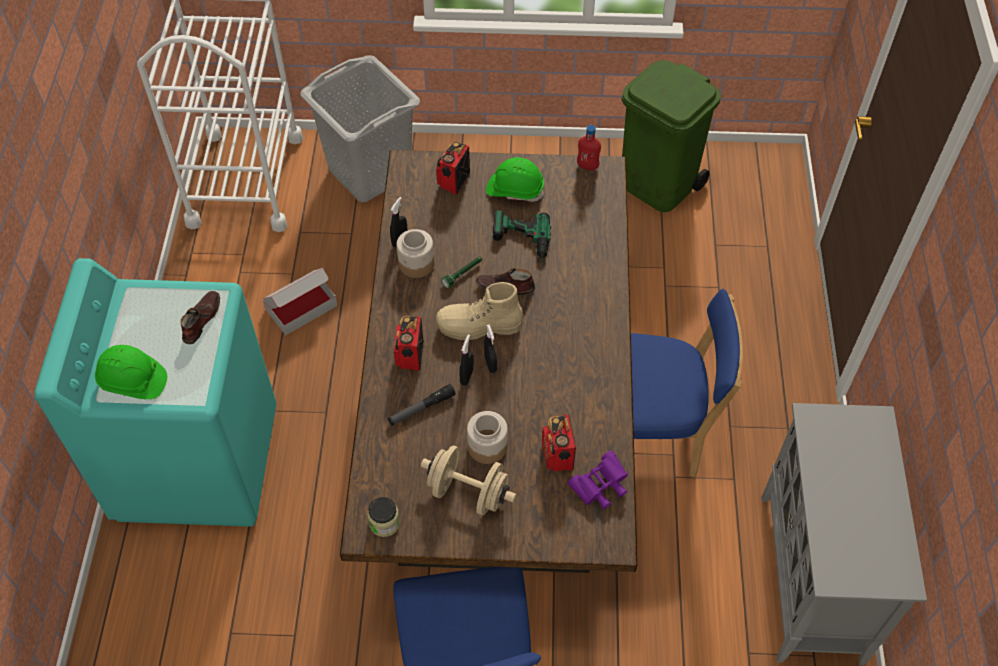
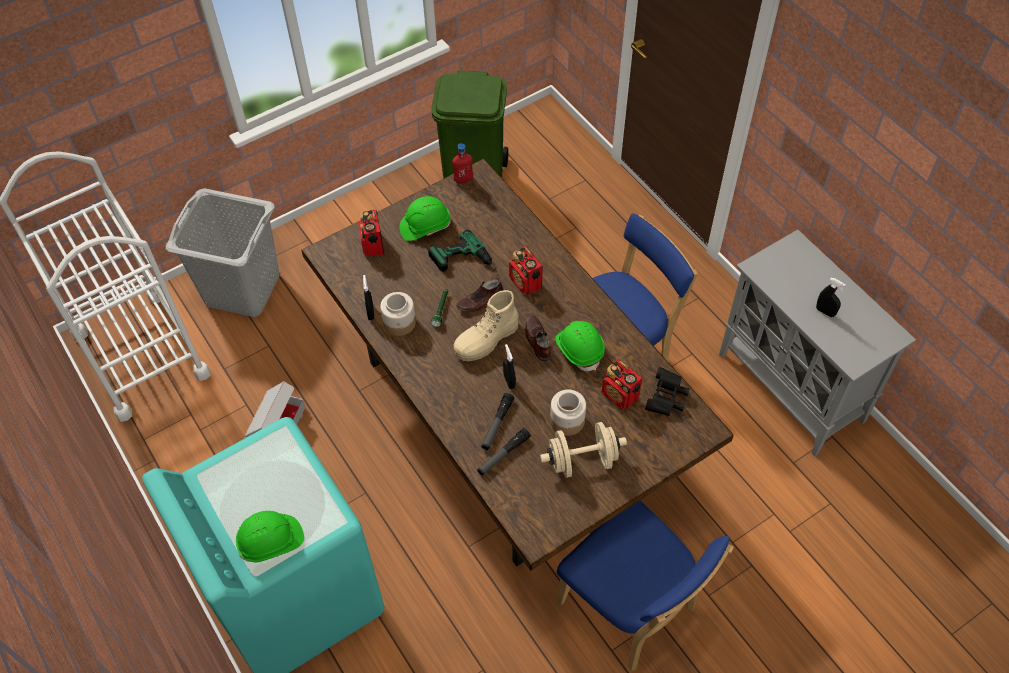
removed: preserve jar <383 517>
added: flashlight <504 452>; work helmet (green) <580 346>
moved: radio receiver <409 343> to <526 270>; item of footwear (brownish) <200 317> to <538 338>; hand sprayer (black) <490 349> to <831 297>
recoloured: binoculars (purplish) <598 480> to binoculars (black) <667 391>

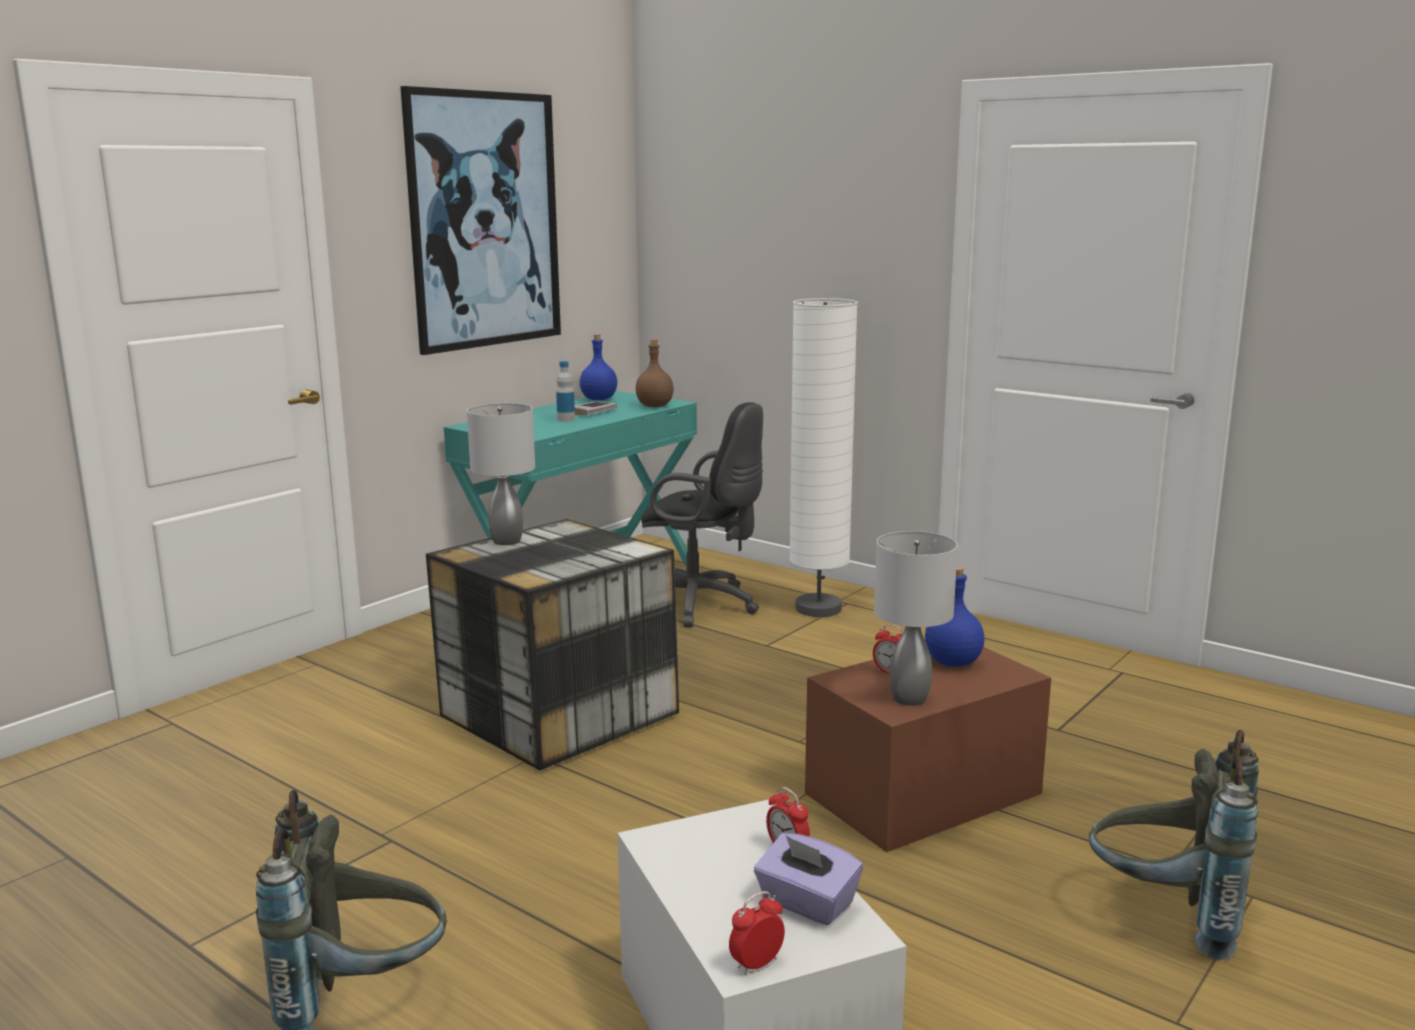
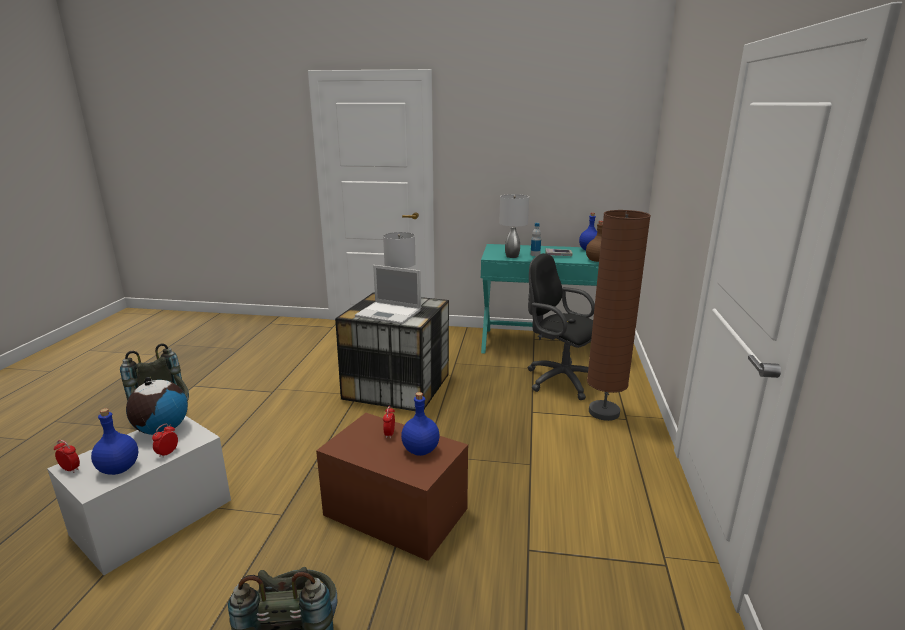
removed: wall picture <480 220>
added: globe <157 406>; laptop <388 294>
moved: table lamp (grey) <916 618> to <514 226>
replaced: tissue box (purplish) <808 879> to drink bottle (bluish) <114 441>
recoloured: floor lamp (white) <823 457> to floor lamp (brownish) <619 315>
turned: office chair (black) <702 514> = <561 326> 135 degrees clockwise

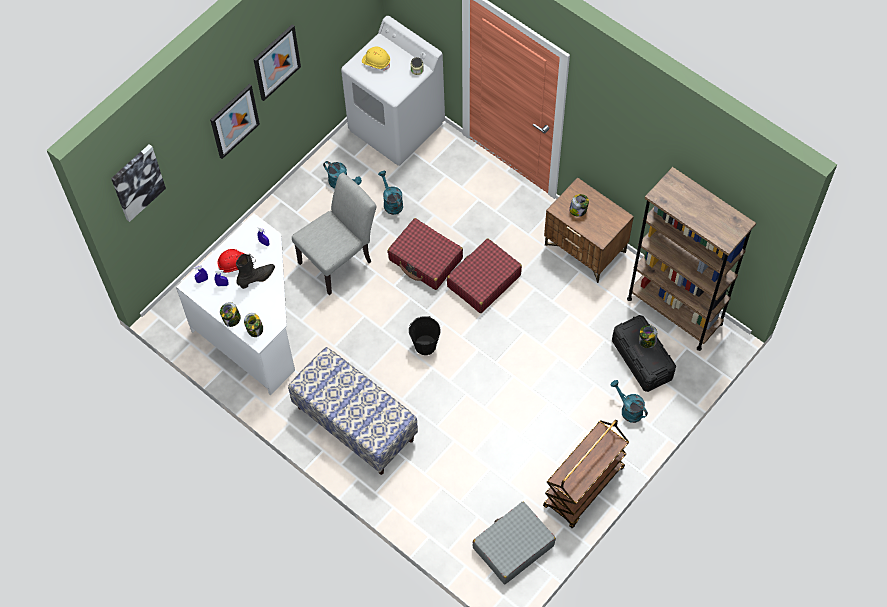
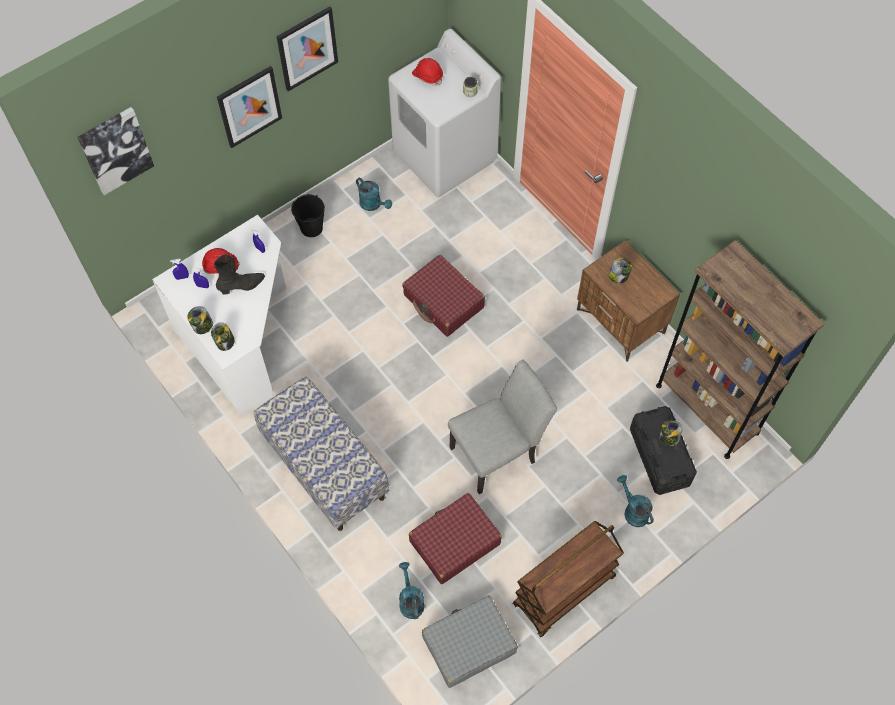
moved: pail (black) <425 335> to <308 215>; watering pot (turquoise-coloured) <390 193> to <411 590>; travel case (reddish) <484 275> to <455 538>; upright chair (grey) <334 234> to <502 426>
recoloured: work helmet (yellow-coloured) <376 58> to work helmet (reddish) <427 72>

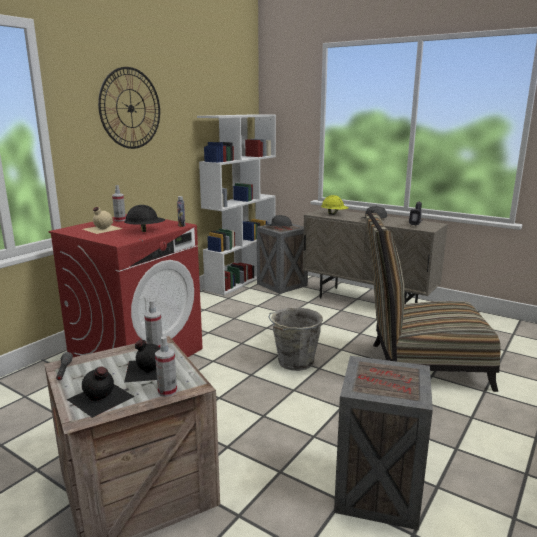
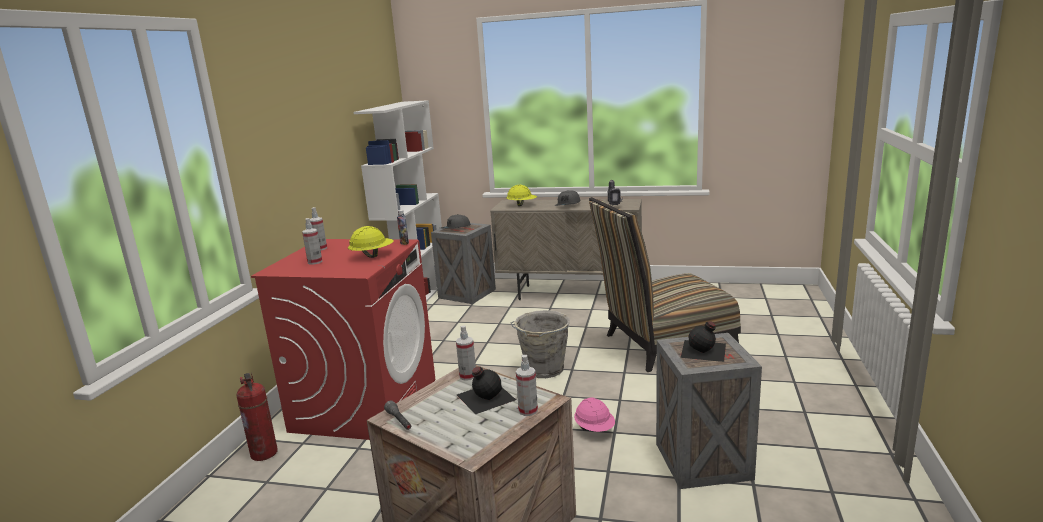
removed: wall clock <129 108>
added: fire-fighting cylinder <257 417>; work helmet (pink-coloured) <594 415>
moved: drink bottle (black) <101 392> to <703 341>
replaced: drink bottle (beige) <103 220> to hand sprayer <312 241>
recoloured: work helmet (black) <144 218> to work helmet (yellow-coloured) <370 242>

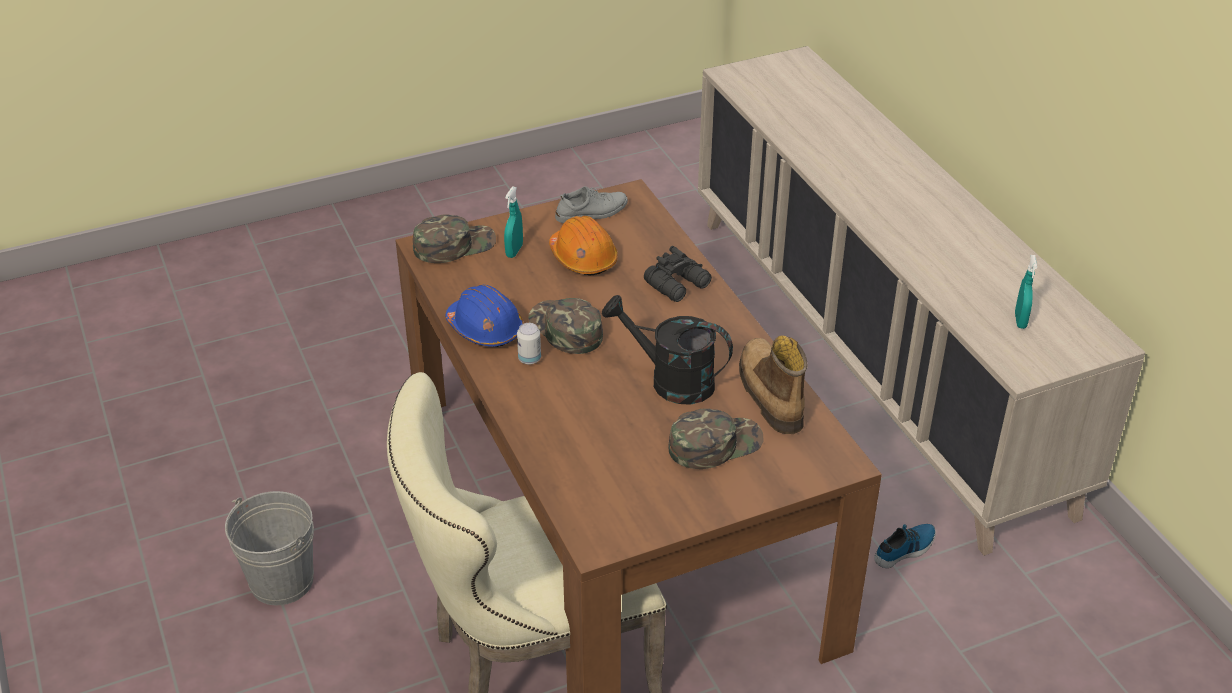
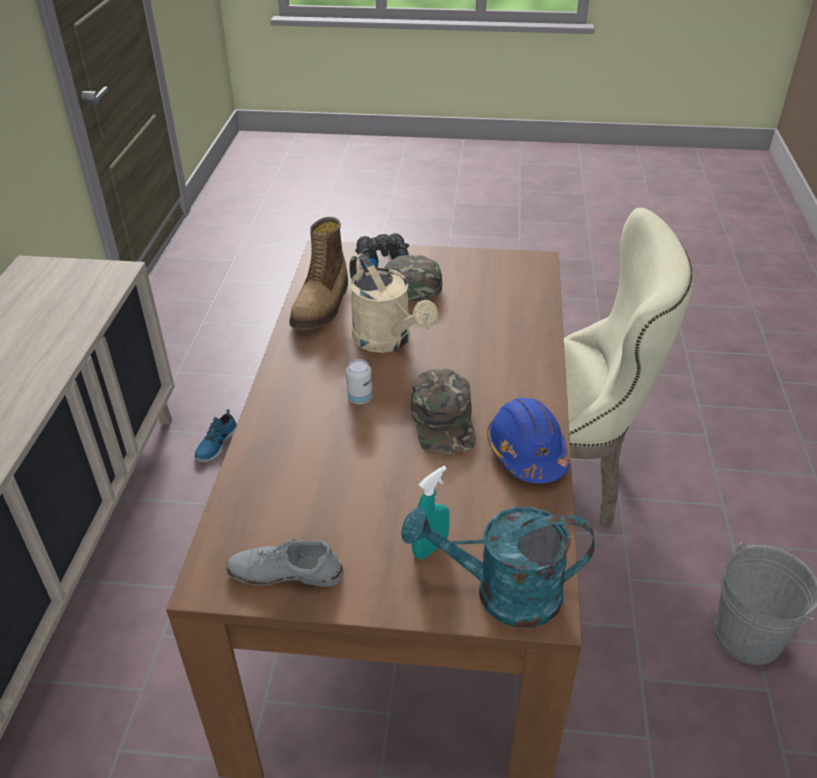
removed: work helmet (orangey) <583 245>; hand sprayer (turquoise-coloured) <1026 292>
moved: metal can <529 344> to <359 381>; binoculars (black) <678 274> to <382 251>
replaced: peaked cap (green) <454 239> to watering pot (turquoise-coloured) <498 567>
recoloured: watering pot (black) <667 350> to watering pot (beige) <393 303>
turned: item of footwear <905 546> = <215 435> 60 degrees counterclockwise

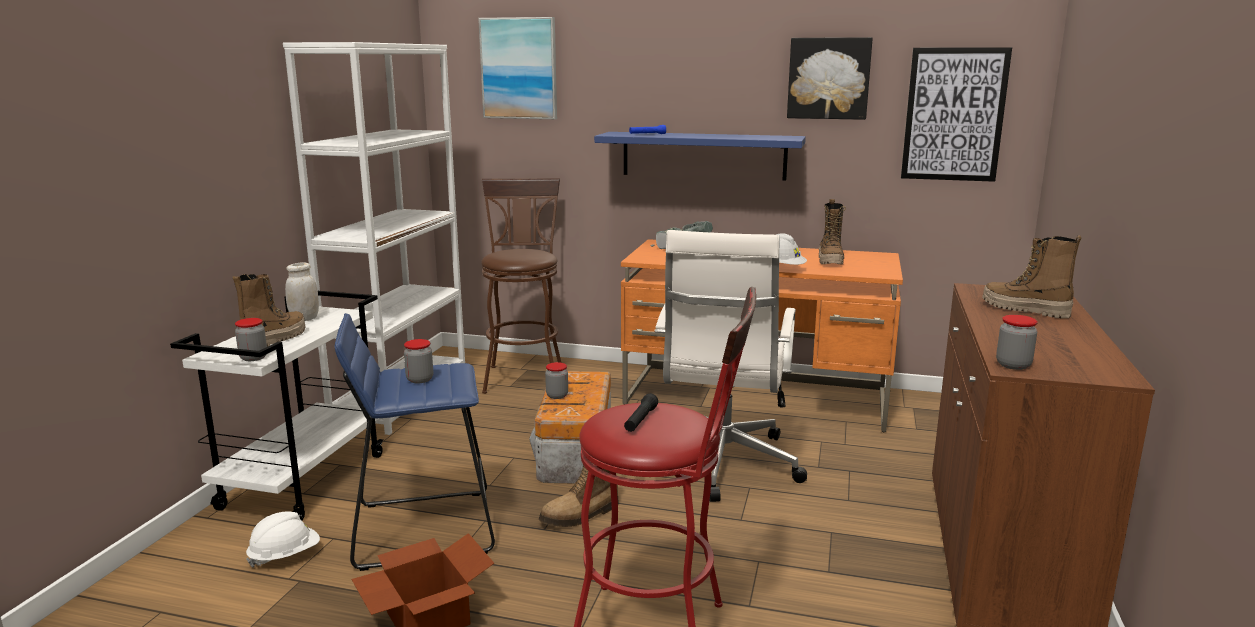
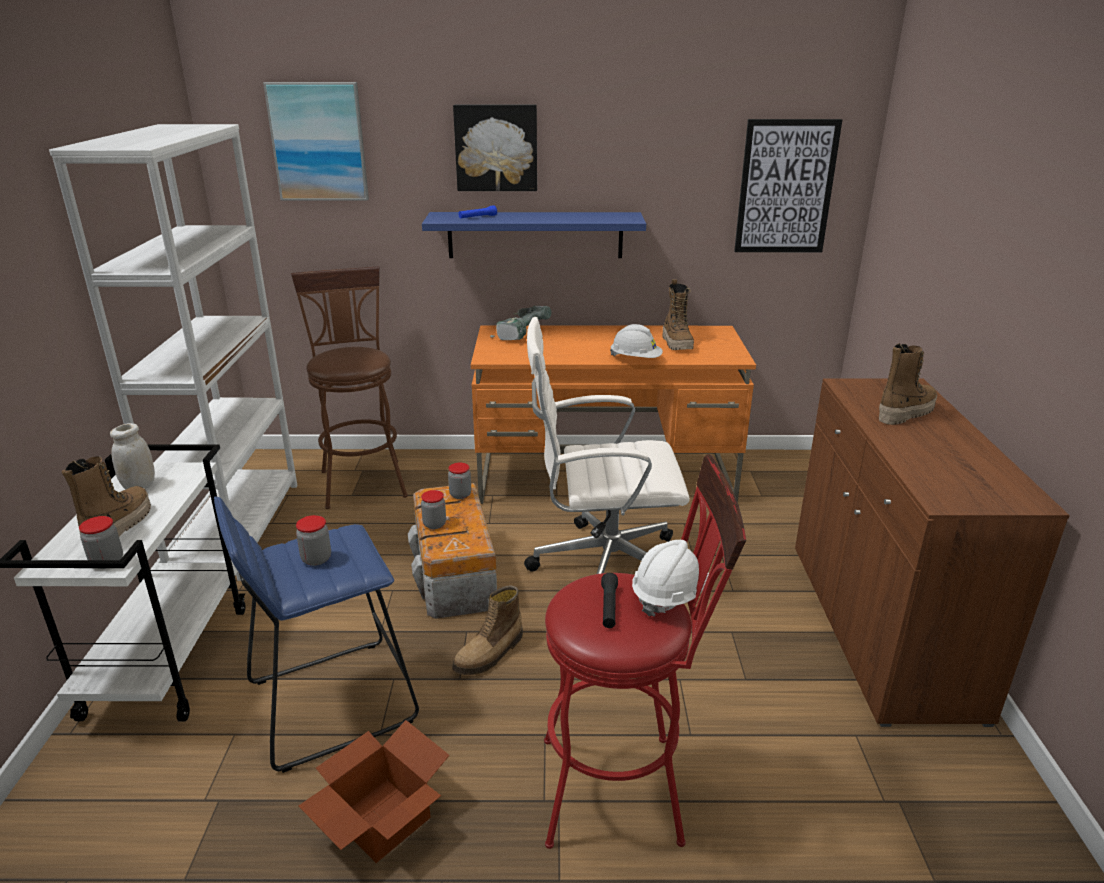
moved: preserve jar <1017 342> to <459 480>; wall picture <830 78> to <495 147>; work helmet (white) <283 539> to <670 578>
turned: office chair (white) <731 366> = <607 445> 90 degrees clockwise; boot <1031 276> = <908 384> 120 degrees clockwise

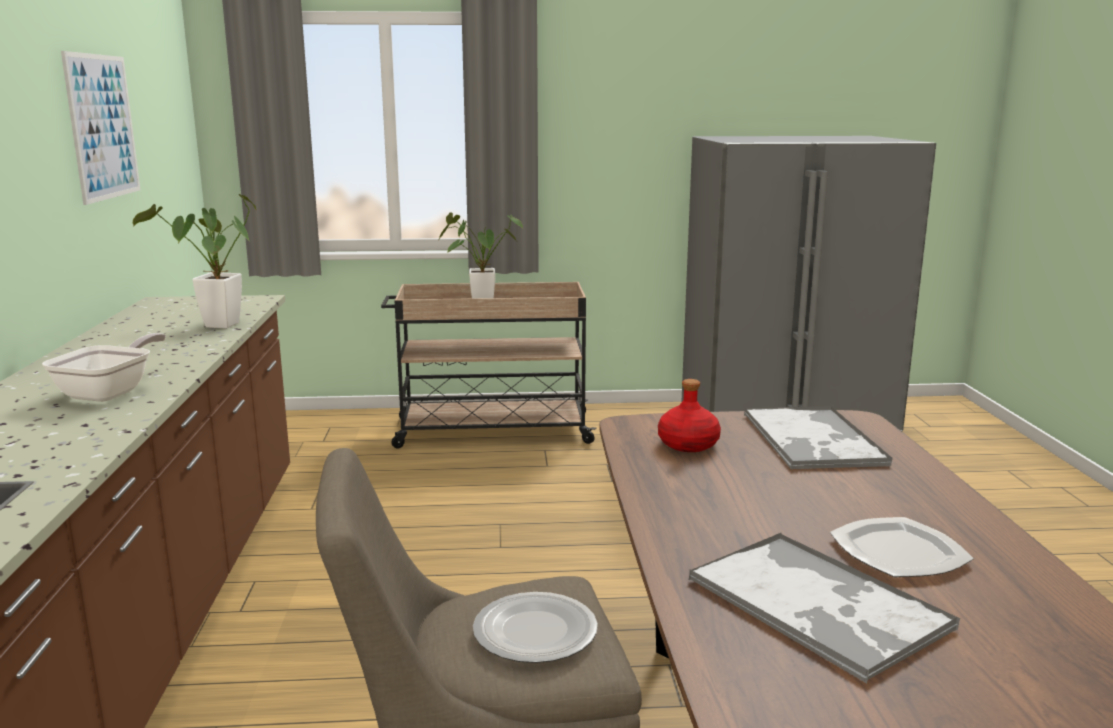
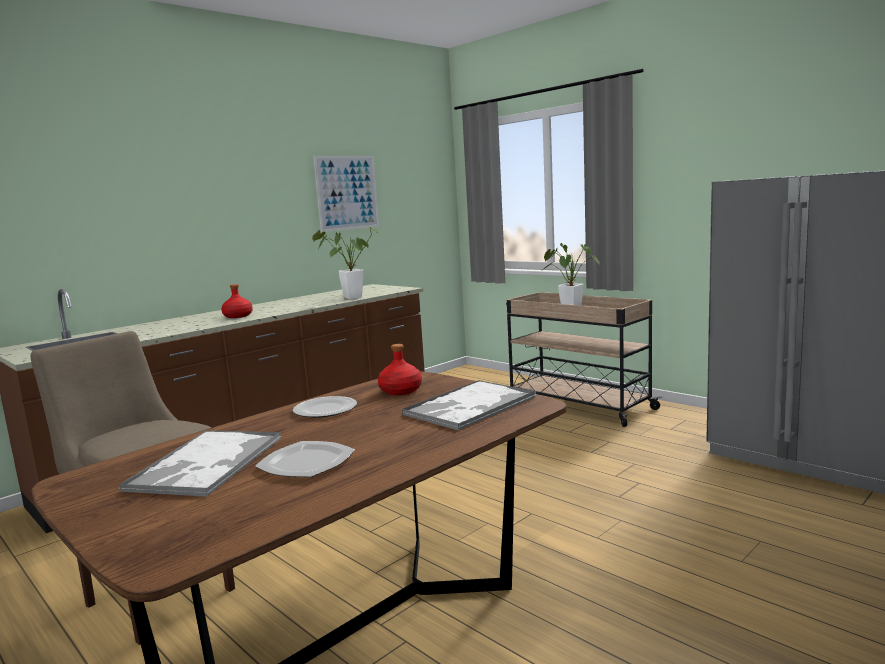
moved: plate <535 627> to <325 406>
replaced: pan <104 367> to drink bottle (reddish) <237 301>

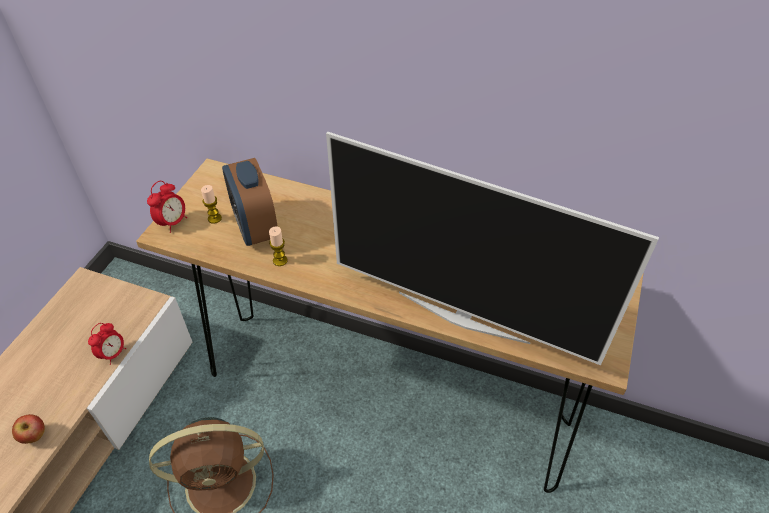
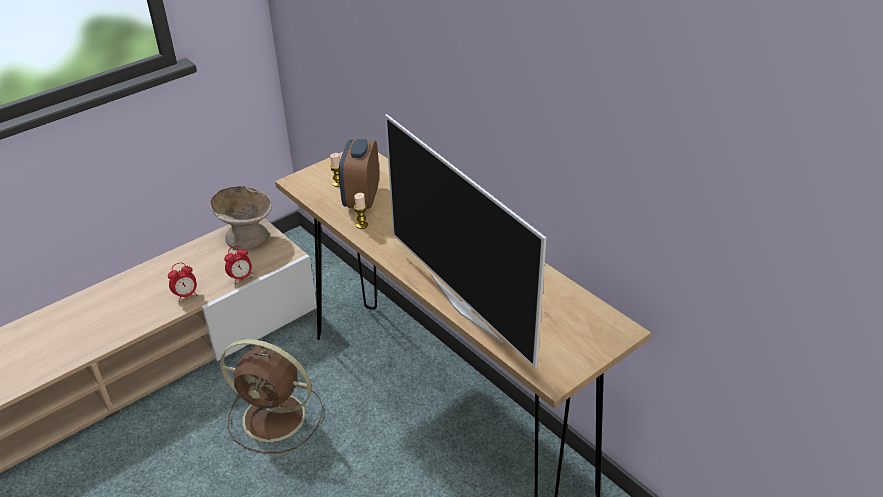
removed: apple fruit <28 429>
added: deep dish (beige) <241 218>
moved: alarm clock <167 207> to <182 282>

